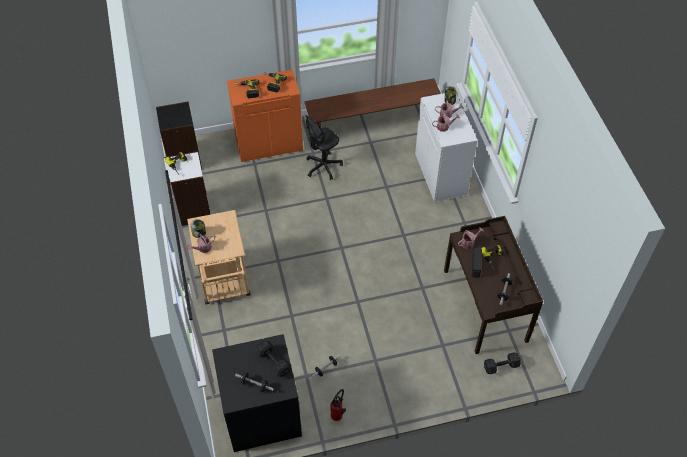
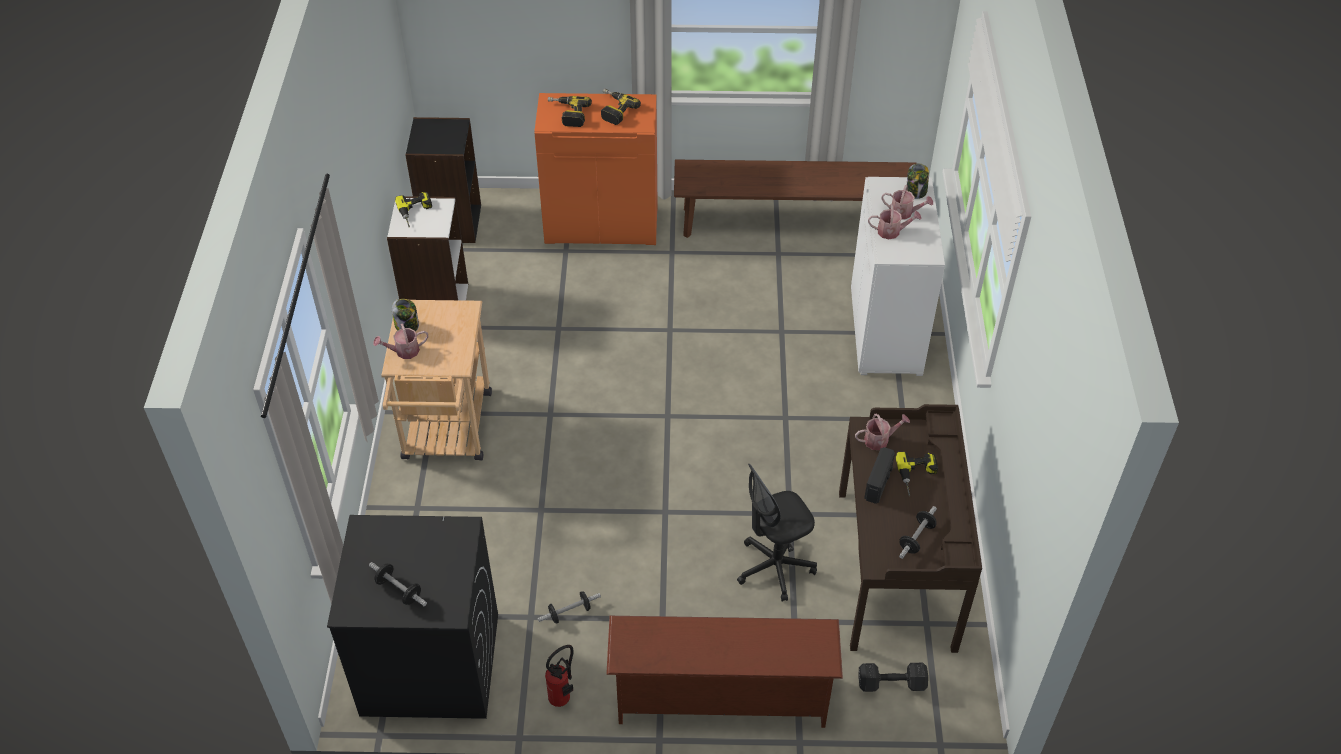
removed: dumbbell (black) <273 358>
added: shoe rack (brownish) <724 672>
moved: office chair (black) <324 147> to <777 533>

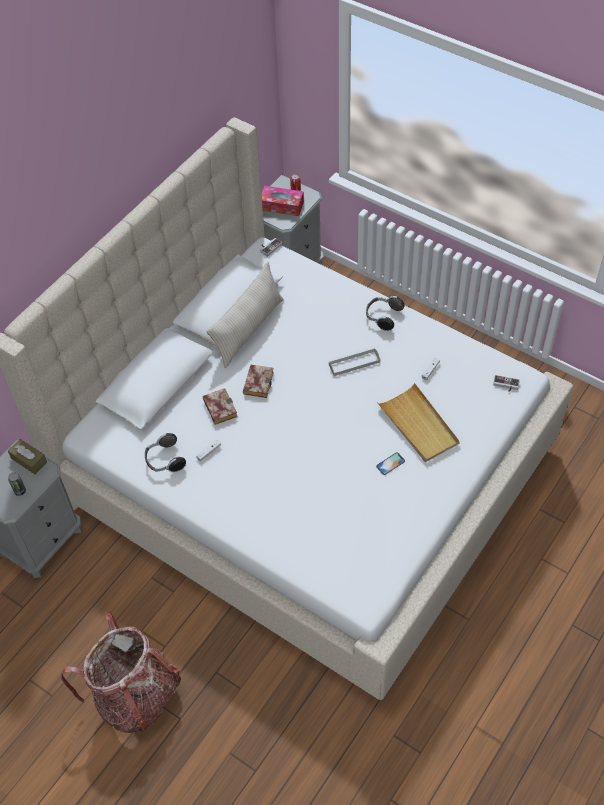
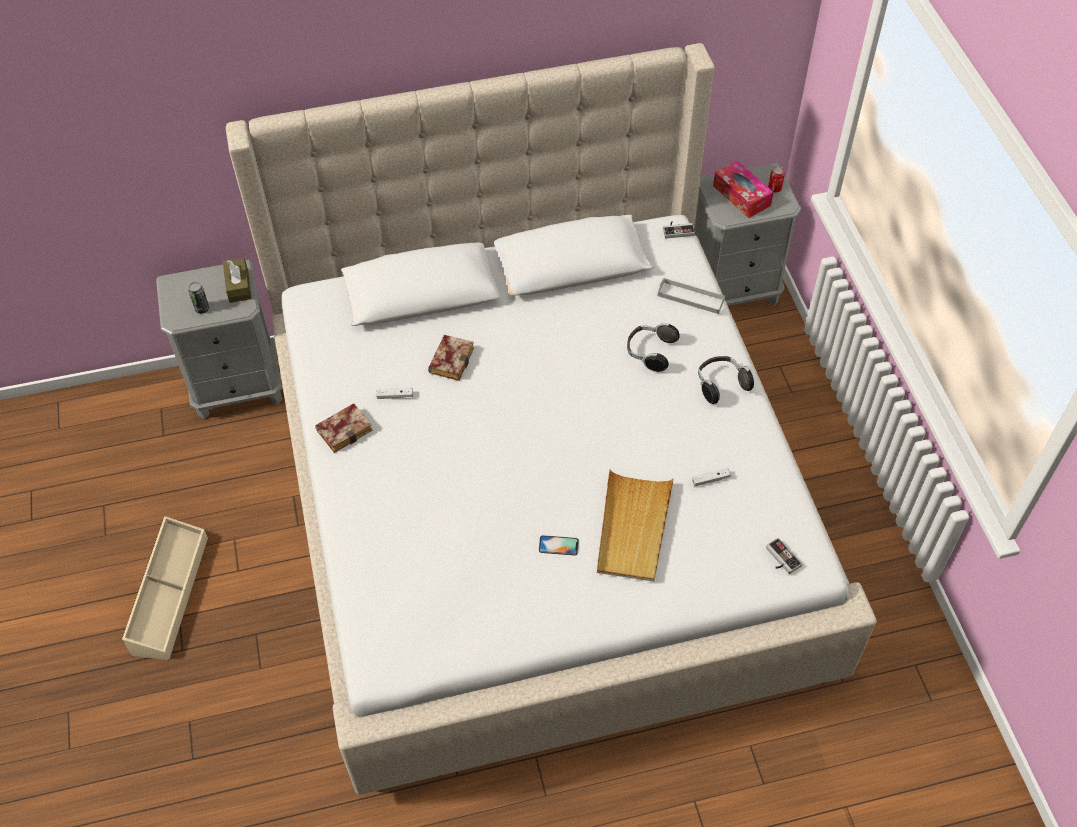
removed: pillow (beige) <245 314>
moved: book <258 381> to <344 428>; headphones <165 452> to <653 347>; carrying tray (grey) <354 362> to <691 296>
replaced: rucksack <121 672> to storage bin (beige) <165 588>

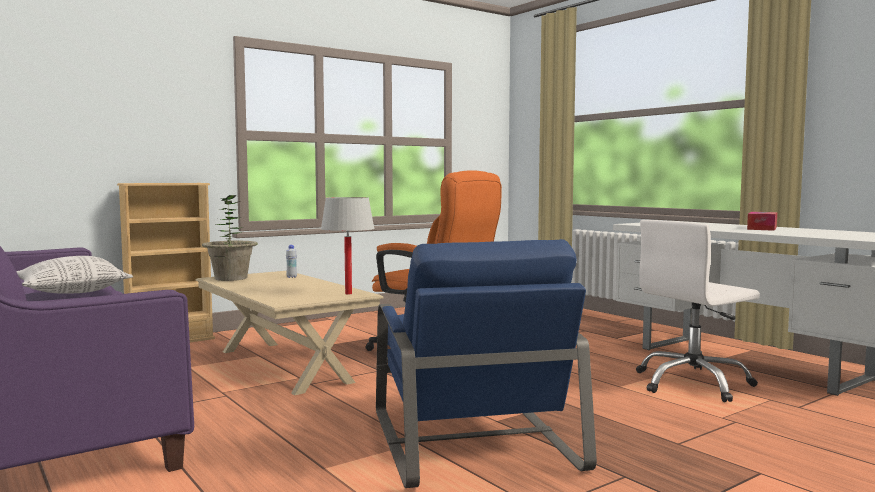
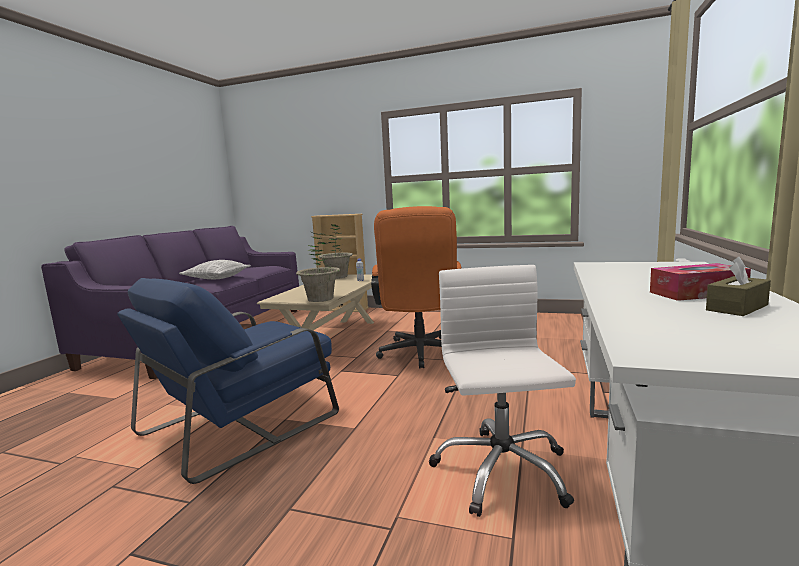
added: tissue box (brownish) <738 286>
replaced: table lamp (white) <348 246> to potted plant <318 267>
turned: office chair (white) <698 311> = <502 391> 60 degrees clockwise

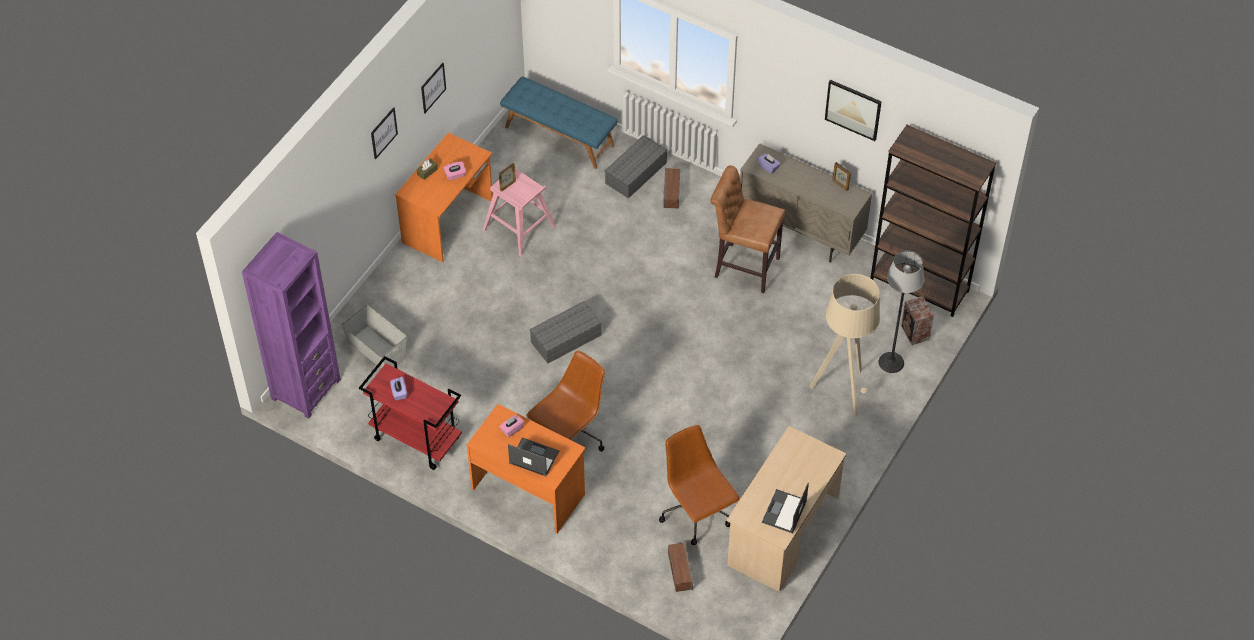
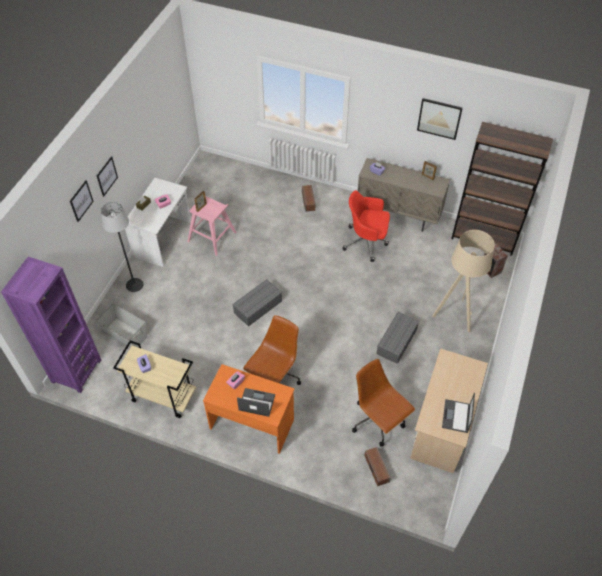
removed: bench (bluish) <559 122>
moved: wall picture <433 88> to <82 201>; floor lamp <901 312> to <122 247>; storage bin (grey) <636 167> to <398 338>
replaced: stool (brownish) <748 229> to office chair (reddish) <366 226>
recoloured: wheeled cart (reddish) <410 413> to wheeled cart (beige) <154 379>; desk table (orangey) <444 197> to desk table (white) <158 222>

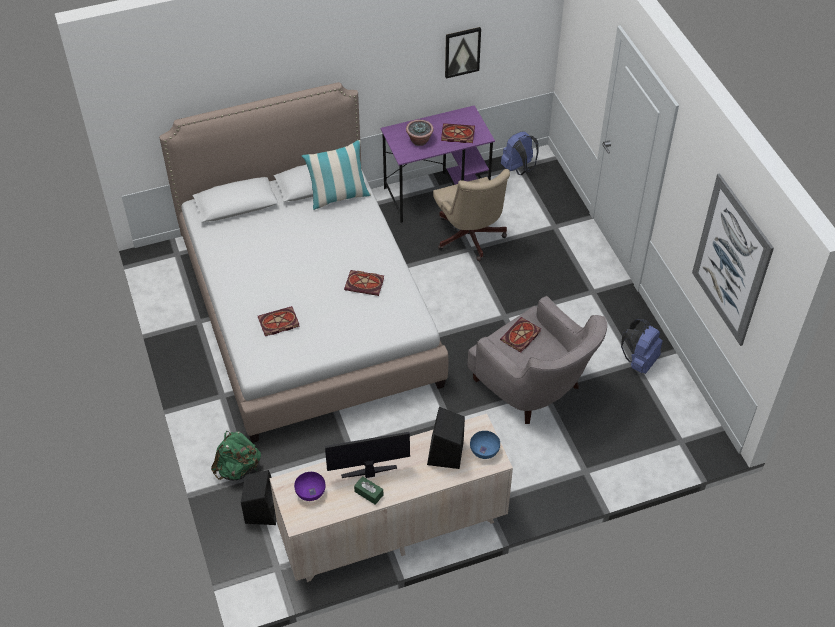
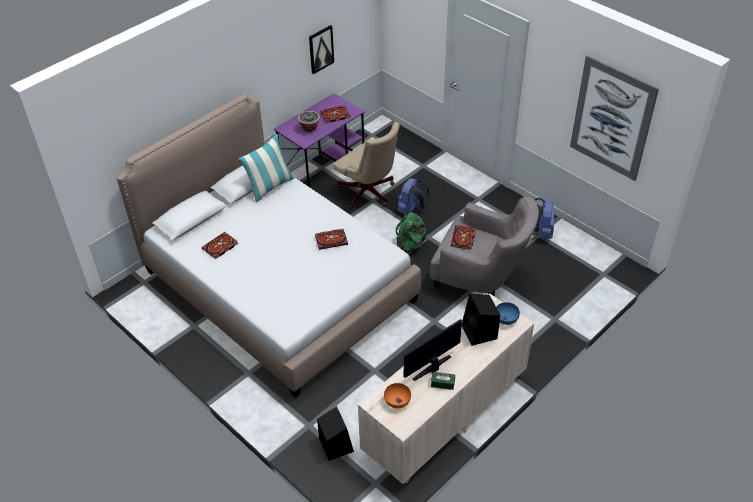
moved: book <279 321> to <220 245>; rucksack (green) <236 456> to <411 233>; rucksack (bluish) <519 153> to <413 196>
recoloured: deep dish (purplish) <310 486> to deep dish (orangey) <397 396>

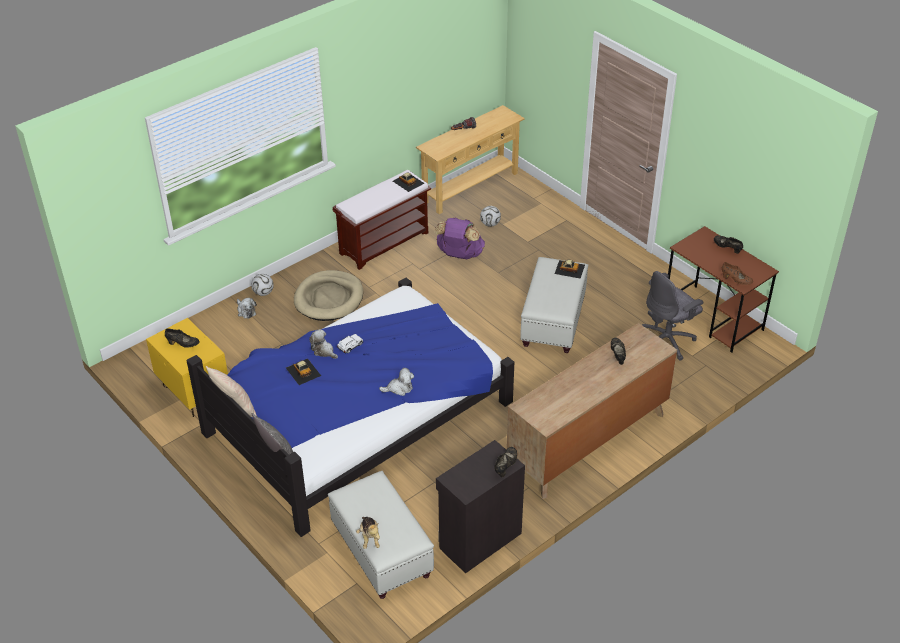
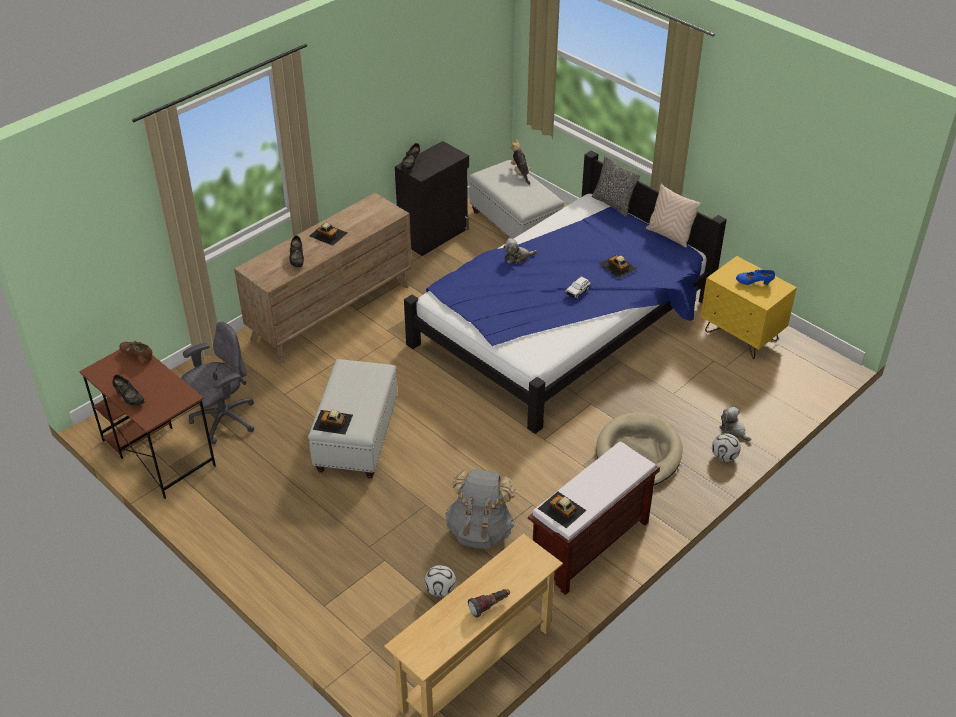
removed: cuddly toy <323 344>
added: model car <328 234>
recoloured: rucksack (purplish) <459 238> to rucksack (grey) <480 509>; item of footwear (black) <182 338> to item of footwear (bluish) <755 277>

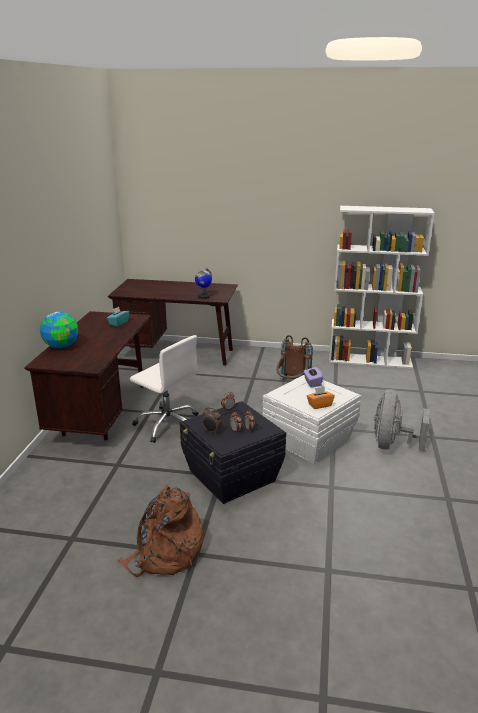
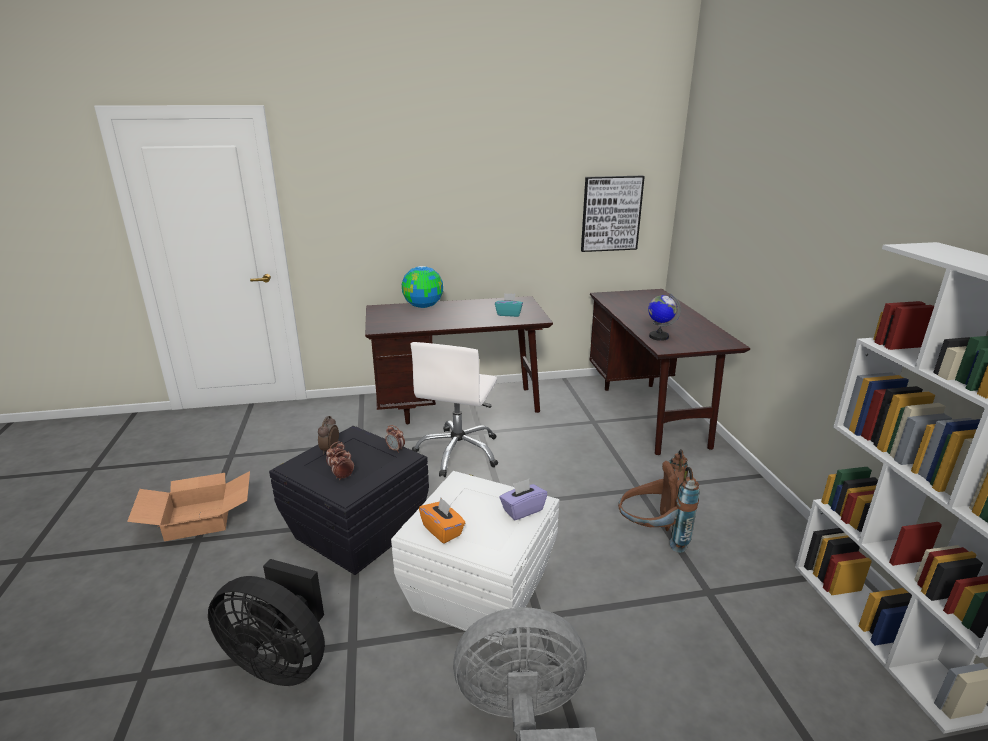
added: fan (black) <266 622>; wall picture <613 214>
replaced: rucksack (brownish) <160 531> to carton <188 506>

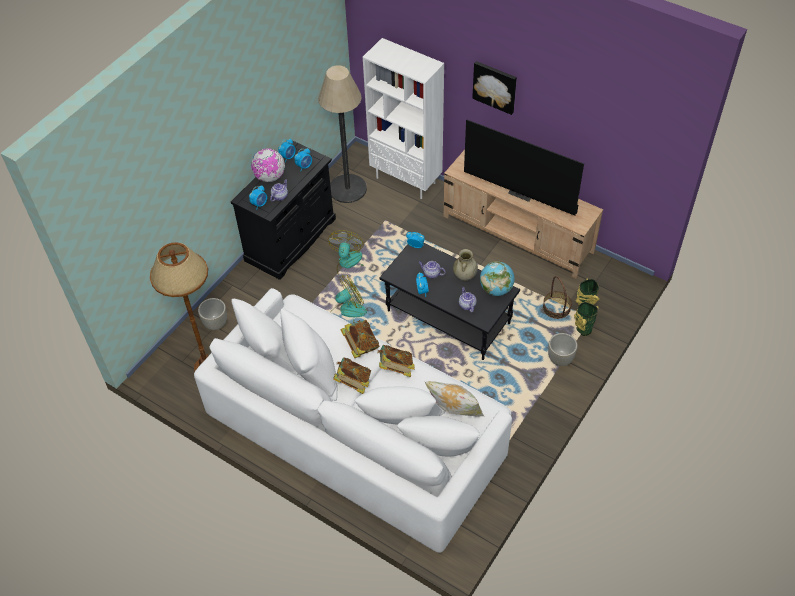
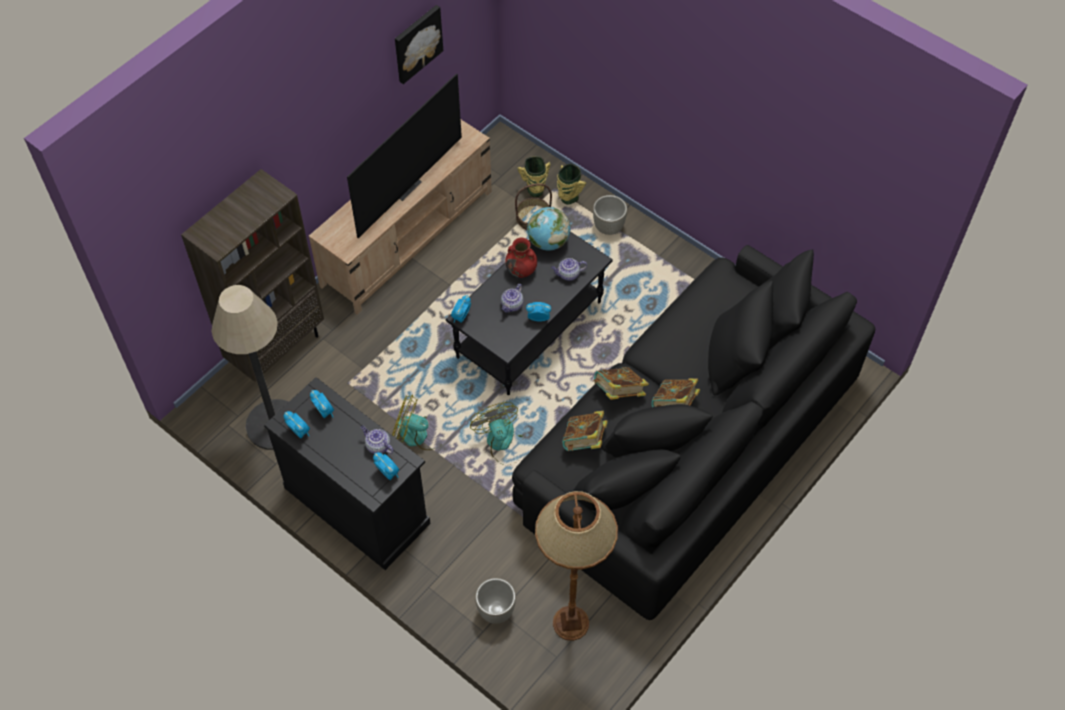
removed: globe <268 165>; pillow <454 399>
moved: wall picture <494 88> to <419 44>; book <396 361> to <585 431>
recoloured: bookshelf (white) <403 118> to bookshelf (brownish) <252 275>; flower vase (beige) <465 265> to flower vase (reddish) <521 258>; settee (white) <353 420> to settee (black) <693 432>

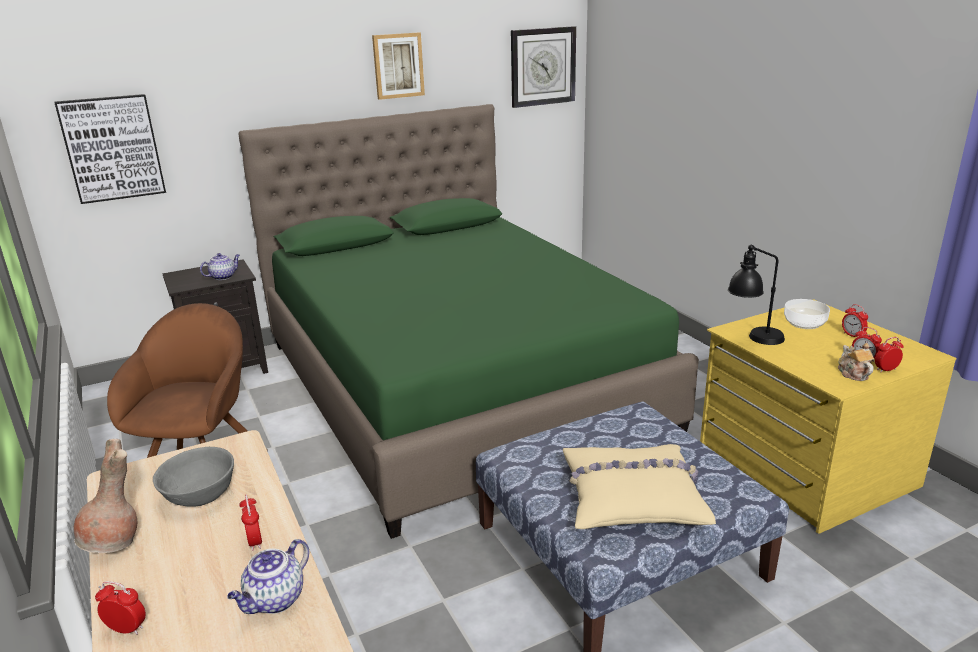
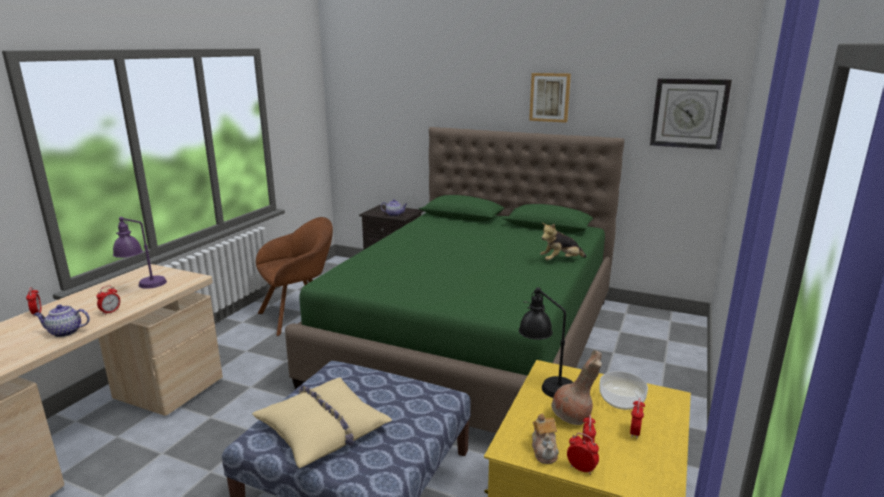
removed: wall picture <110 149>
added: cuddly toy <563 241>
moved: flower vase (brownish) <105 496> to <576 387>
replaced: deep dish (grey) <193 477> to table lamp (purplish) <140 253>
turned: tea pot <856 362> = <545 439> 135 degrees clockwise

